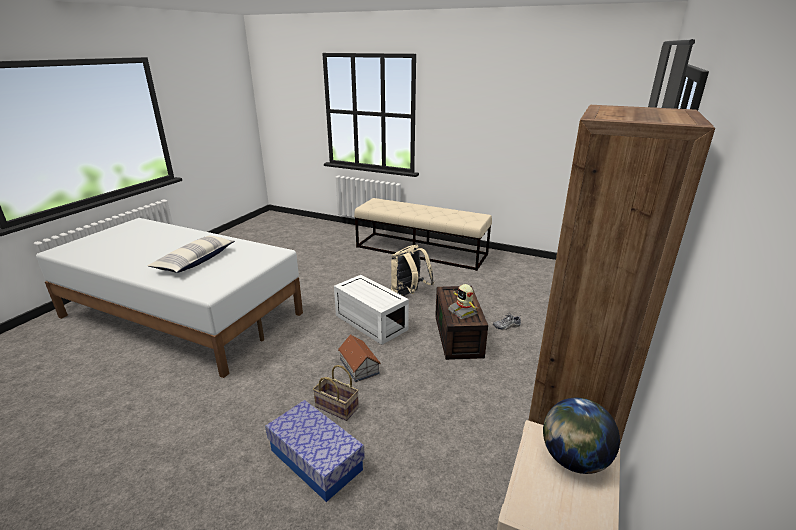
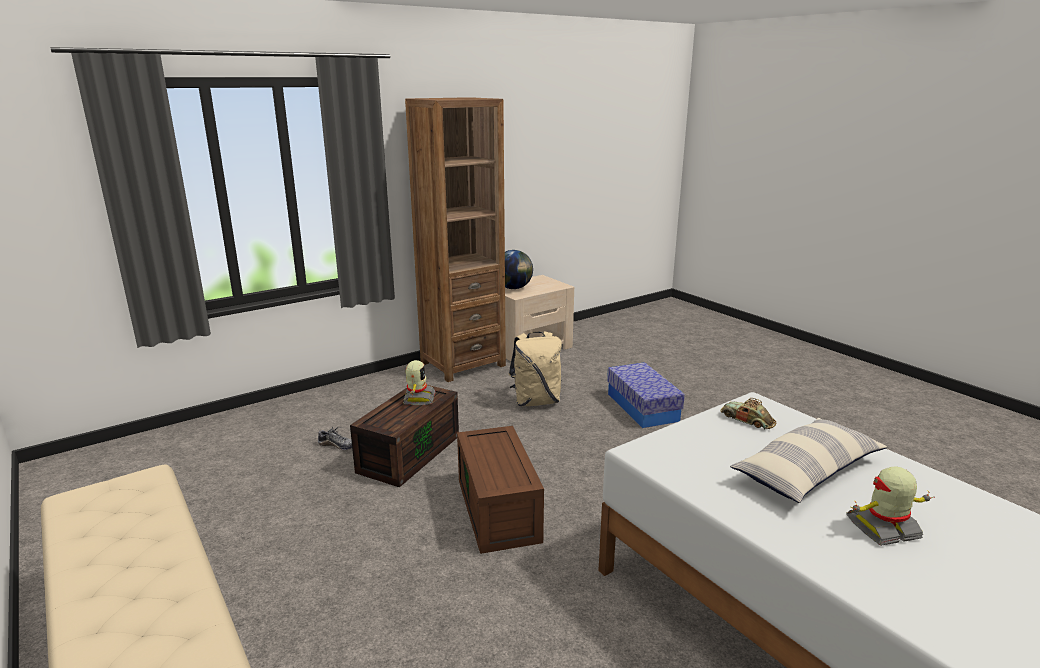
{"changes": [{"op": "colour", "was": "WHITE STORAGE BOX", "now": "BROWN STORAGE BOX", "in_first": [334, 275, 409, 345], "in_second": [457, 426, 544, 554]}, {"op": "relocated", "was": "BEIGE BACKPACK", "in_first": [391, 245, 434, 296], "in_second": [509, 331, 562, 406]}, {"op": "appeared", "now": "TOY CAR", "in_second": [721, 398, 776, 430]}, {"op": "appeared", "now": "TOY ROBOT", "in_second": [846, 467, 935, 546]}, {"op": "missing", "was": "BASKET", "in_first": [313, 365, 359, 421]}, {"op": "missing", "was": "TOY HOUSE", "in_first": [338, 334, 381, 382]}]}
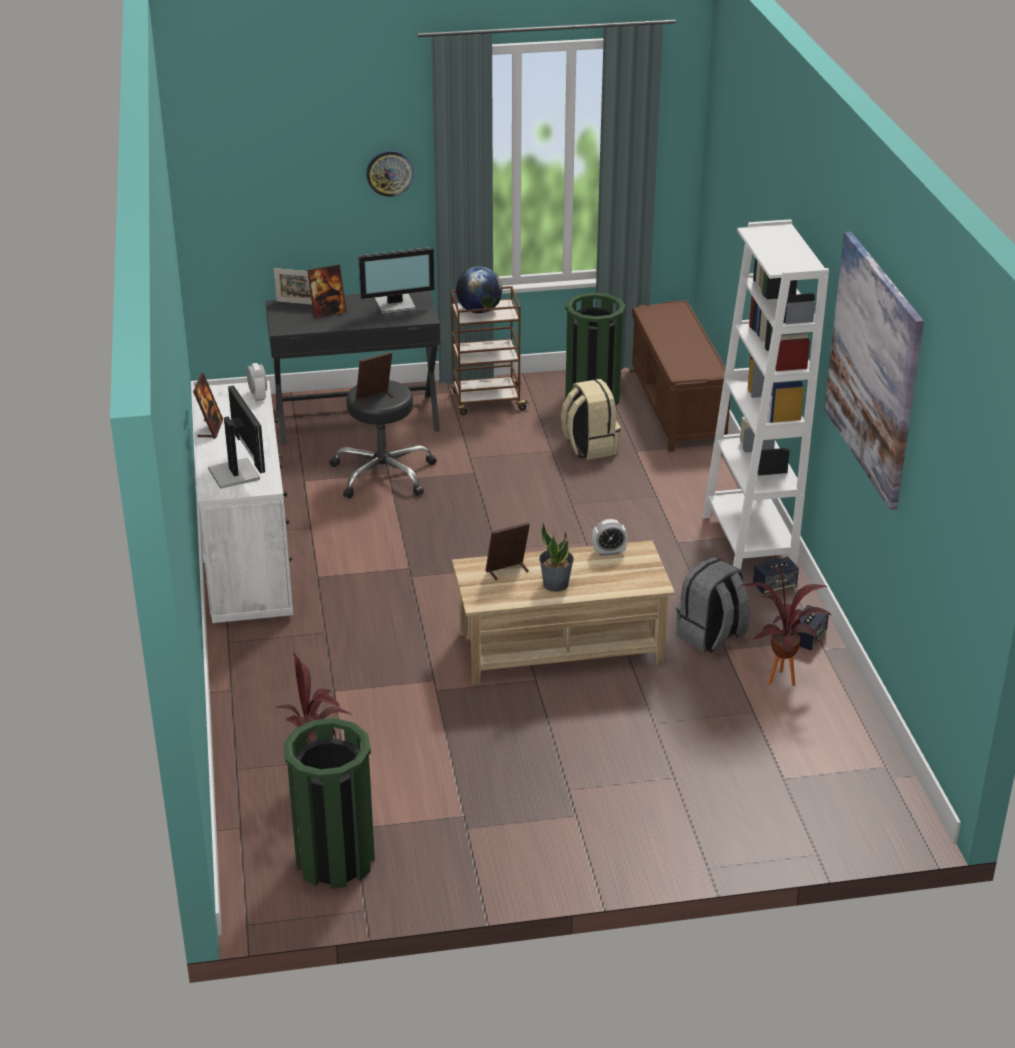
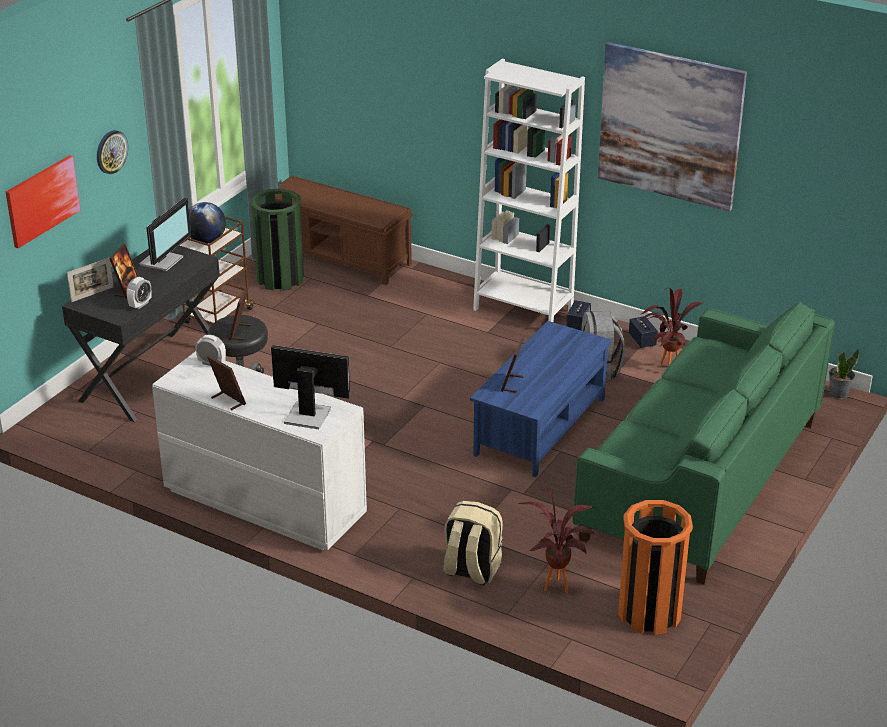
{"changes": [{"op": "appeared", "now": "PICTURE", "in_second": [6, 155, 81, 248]}, {"op": "relocated", "was": "ALARM CLOCK", "in_first": [592, 519, 627, 556], "in_second": [127, 277, 152, 309]}, {"op": "relocated", "was": "BEIGE BACKPACK", "in_first": [561, 379, 620, 460], "in_second": [443, 501, 503, 586]}, {"op": "colour", "was": "BEIGE COFFEE TABLE", "now": "BLUE COFFEE TABLE", "in_first": [452, 540, 675, 685], "in_second": [470, 321, 612, 477]}, {"op": "appeared", "now": "GREEN SOFA", "in_second": [572, 302, 835, 585]}, {"op": "colour", "was": "GREEN TRASH CAN", "now": "ORANGE TRASH CAN", "in_first": [284, 718, 375, 888], "in_second": [618, 500, 693, 635]}, {"op": "relocated", "was": "POTTED PLANT", "in_first": [539, 523, 574, 592], "in_second": [829, 348, 859, 399]}]}
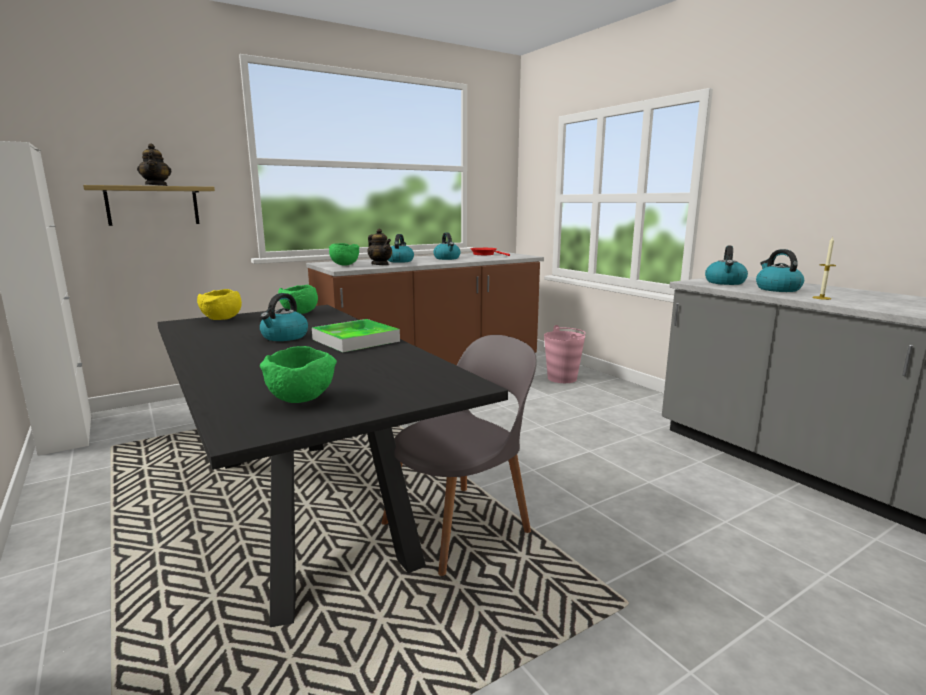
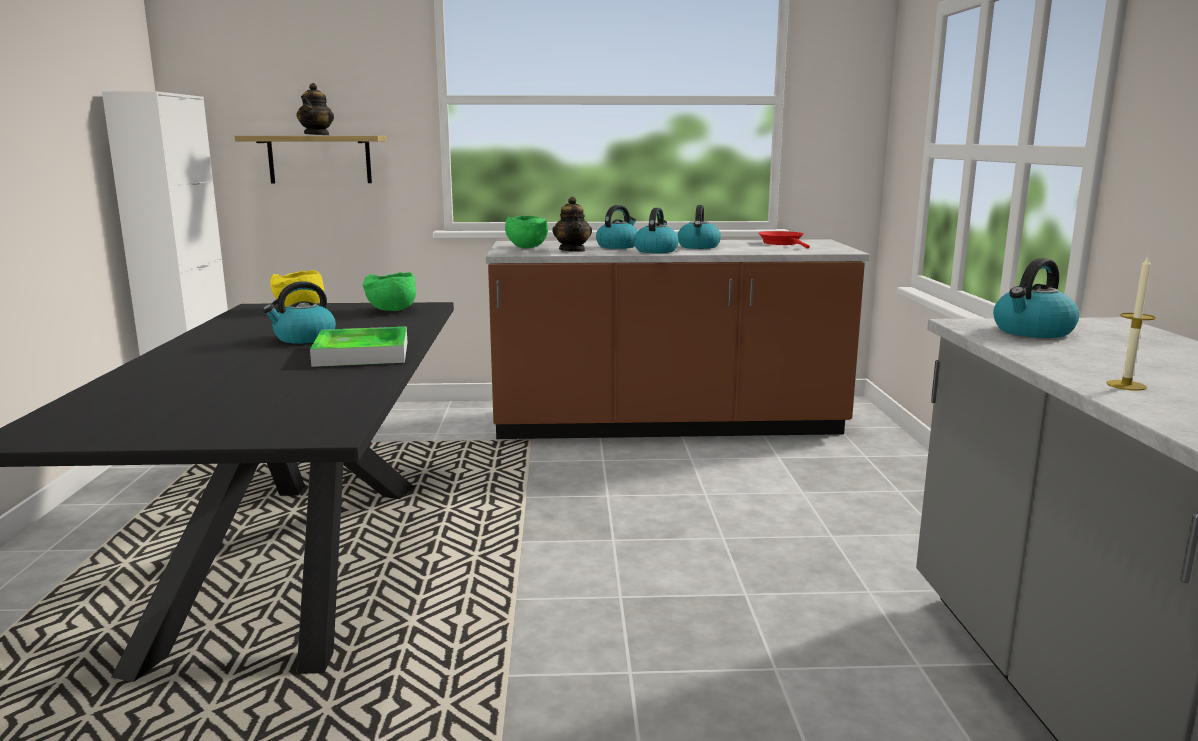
{"changes": [{"op": "relocated", "was": "KETTLE", "in_first": [756, 249, 804, 292], "in_second": [634, 208, 679, 253]}, {"op": "missing", "was": "GREEN BOWL", "in_first": [260, 346, 337, 403]}, {"op": "missing", "was": "GREY CHAIR", "in_first": [382, 335, 537, 576]}, {"op": "missing", "was": "PINK BUCKET", "in_first": [544, 325, 586, 383]}]}
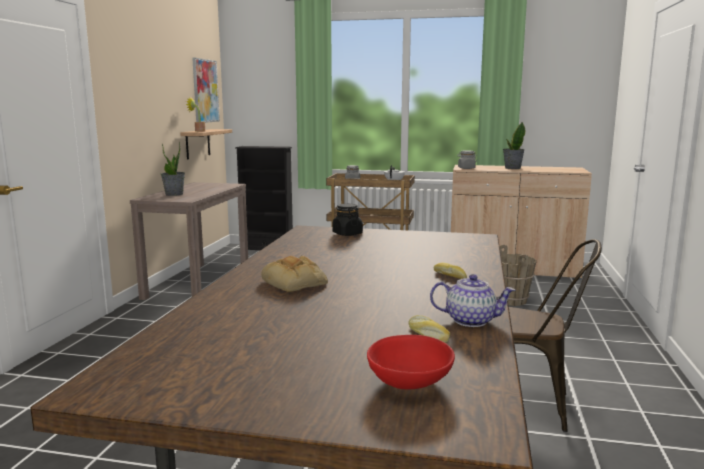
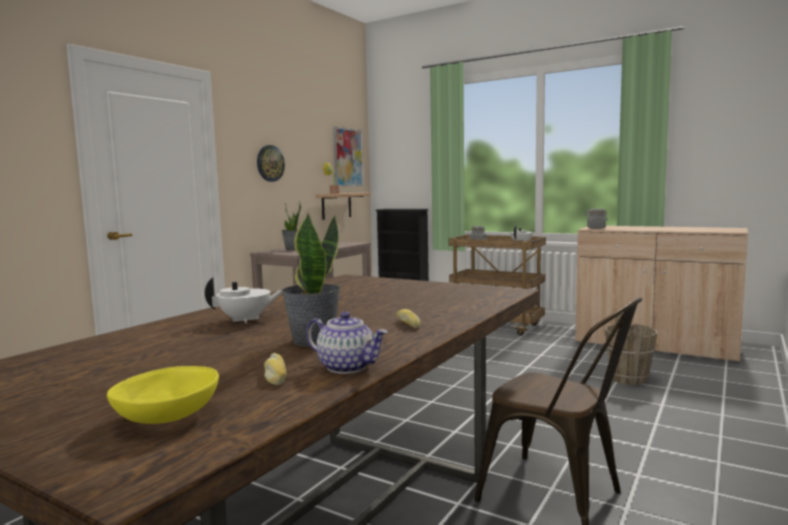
{"changes": [{"op": "colour", "was": "RED BOWL", "now": "YELLOW BOWL", "in_first": [367, 335, 455, 389], "in_second": [107, 366, 219, 424]}, {"op": "exchanged", "was": "BREAD", "now": "WHITE TEAPOT", "in_first": [261, 256, 328, 292], "in_second": [205, 277, 282, 323]}, {"op": "appeared", "now": "WALL CLOCK", "in_second": [257, 145, 285, 182]}, {"op": "relocated", "was": "POTTED PLANT", "in_first": [503, 122, 525, 169], "in_second": [281, 213, 341, 347]}, {"op": "missing", "was": "BLACK JAR", "in_first": [332, 204, 363, 236]}]}
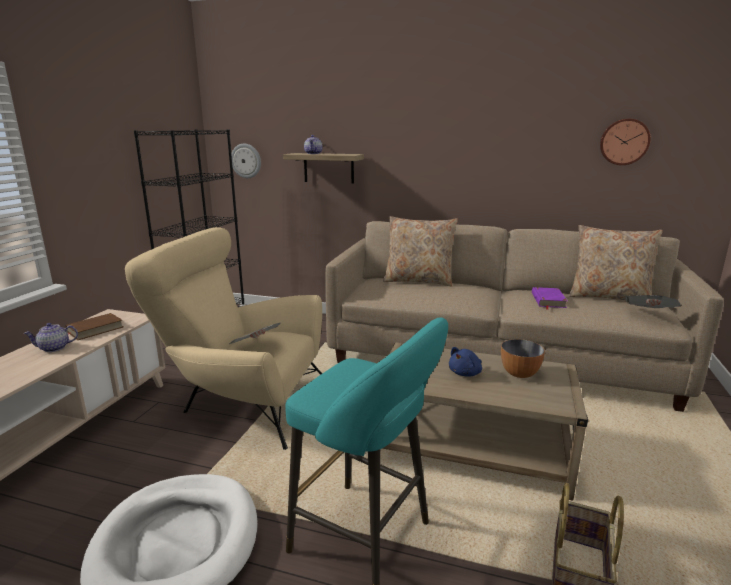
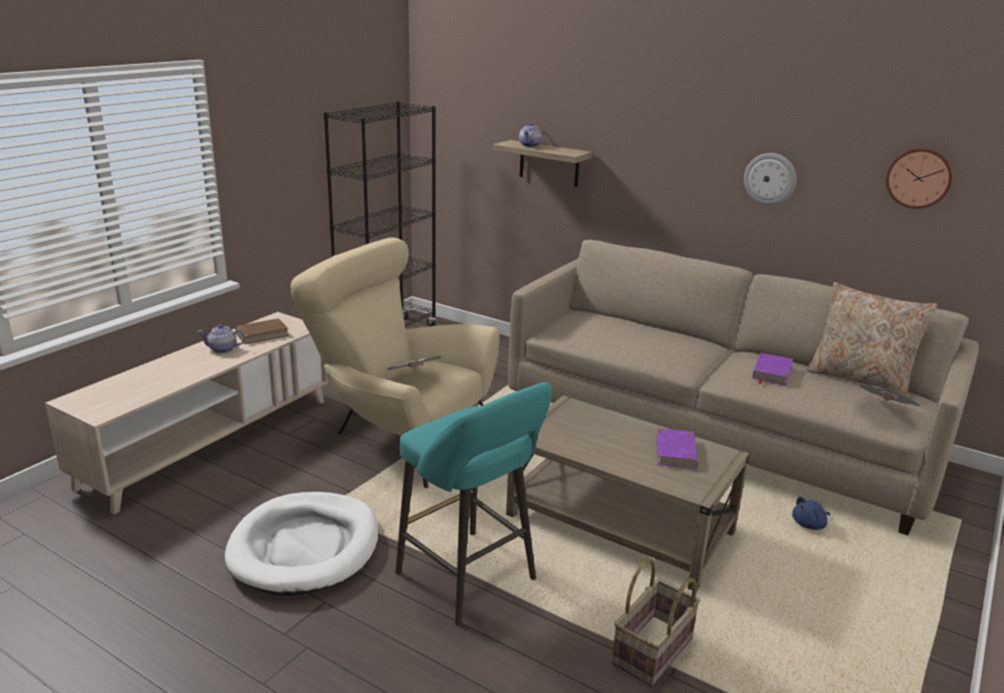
{"changes": [{"op": "exchanged", "was": "BOWL", "now": "PURPLE BOOK", "in_first": [501, 339, 545, 378], "in_second": [656, 428, 697, 469]}, {"op": "relocated", "was": "WALL CLOCK", "in_first": [231, 144, 261, 178], "in_second": [744, 153, 796, 205]}, {"op": "relocated", "was": "BLUE PLUSH TOY", "in_first": [449, 347, 482, 377], "in_second": [792, 496, 830, 530]}, {"op": "missing", "was": "BEIGE PILLOW", "in_first": [383, 216, 458, 287]}]}
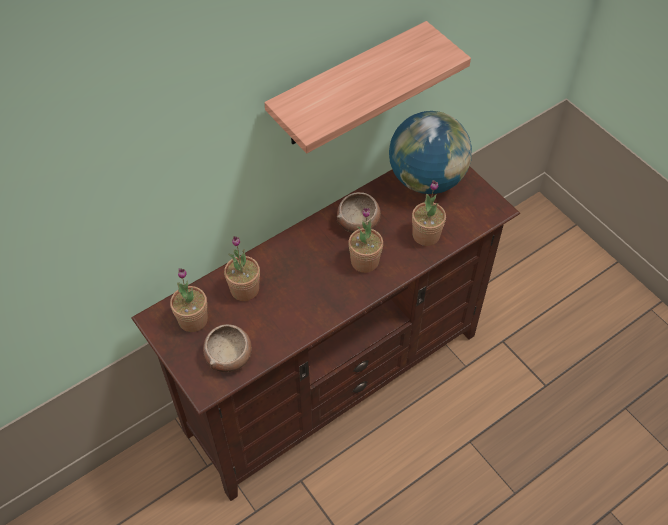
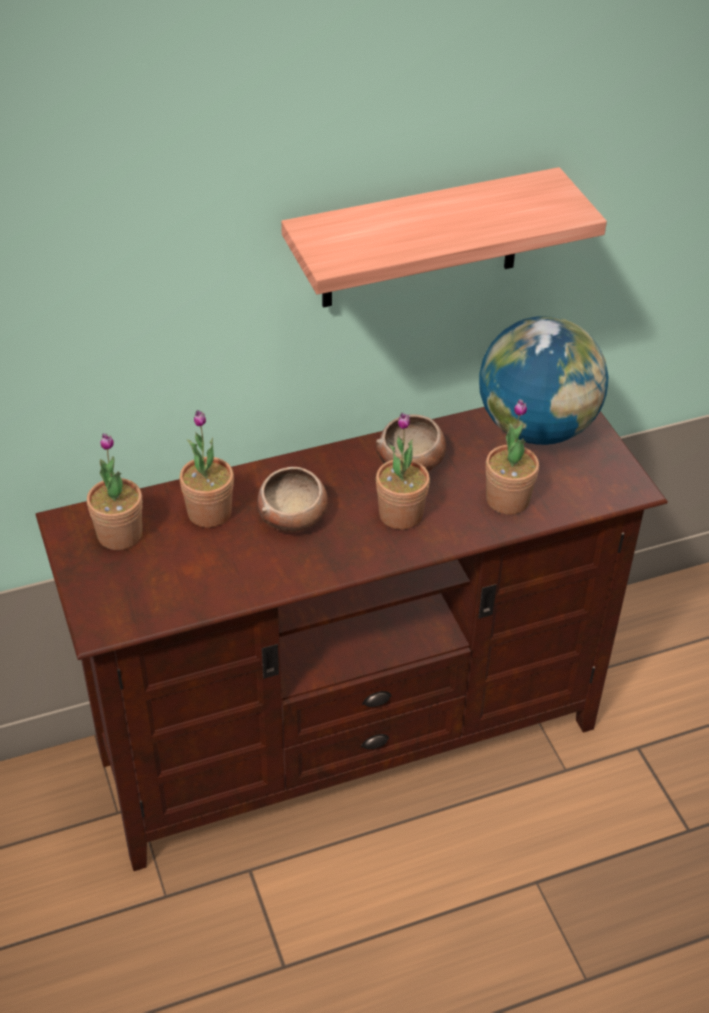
{"changes": [{"op": "relocated", "was": "BOWL", "in_first": [203, 324, 252, 372], "in_second": [257, 467, 328, 532]}]}
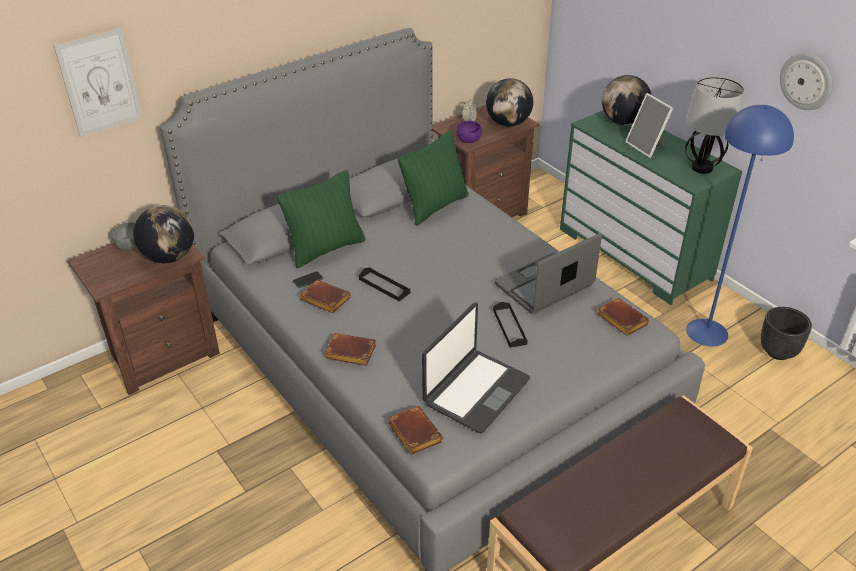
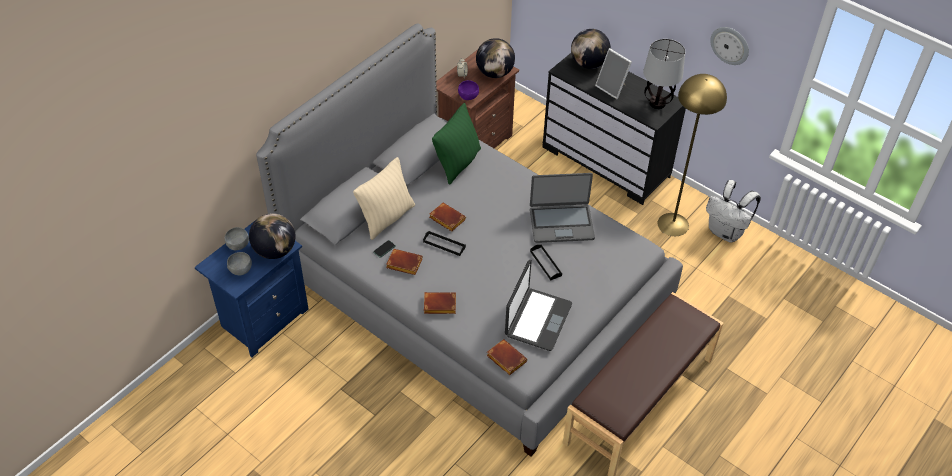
{"changes": [{"op": "colour", "was": "BROWN NIGHTSTAND", "now": "BLUE NIGHTSTAND", "in_first": [68, 243, 220, 395], "in_second": [195, 216, 309, 357]}, {"op": "appeared", "now": "GREY BOWL", "in_second": [227, 252, 252, 275]}, {"op": "colour", "was": "GREEN PILLOW", "now": "BEIGE PILLOW", "in_first": [277, 170, 366, 268], "in_second": [353, 157, 415, 240]}, {"op": "relocated", "was": "BROWN BOOK", "in_first": [597, 298, 650, 336], "in_second": [429, 203, 466, 232]}, {"op": "spun", "was": "LAPTOP", "in_first": [495, 233, 602, 314], "in_second": [530, 173, 595, 243], "clockwise": -135}, {"op": "colour", "was": "GREEN DRESSER", "now": "BLACK DRESSER", "in_first": [560, 110, 742, 305], "in_second": [542, 53, 686, 205]}, {"op": "colour", "was": "BLUE FLOOR LAMP", "now": "YELLOW FLOOR LAMP", "in_first": [686, 105, 794, 346], "in_second": [657, 74, 727, 236]}, {"op": "exchanged", "was": "BLACK PLANTER", "now": "WHITE BACKPACK", "in_first": [760, 307, 812, 360], "in_second": [706, 180, 761, 243]}, {"op": "missing", "was": "PICTURE", "in_first": [53, 28, 143, 137]}]}
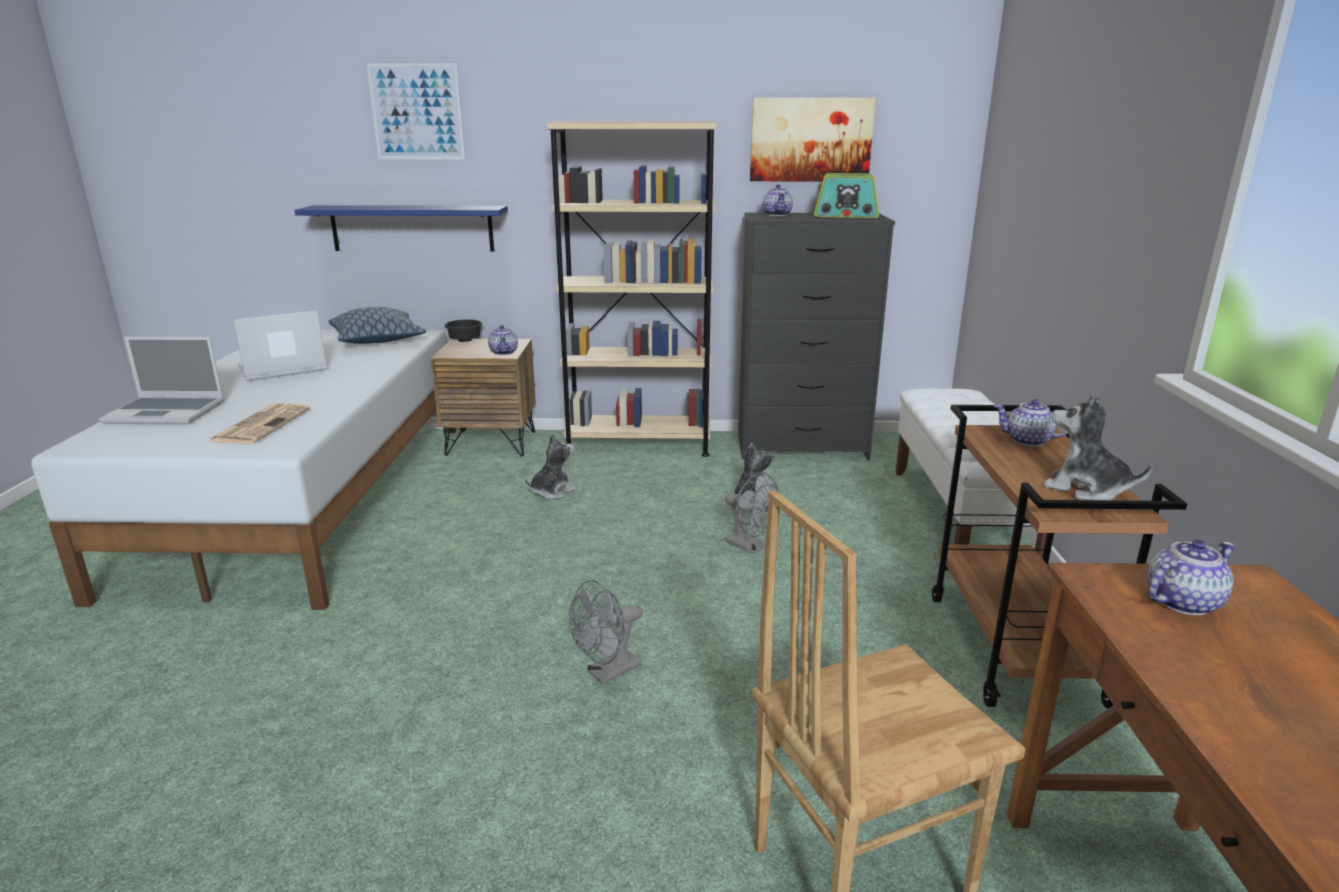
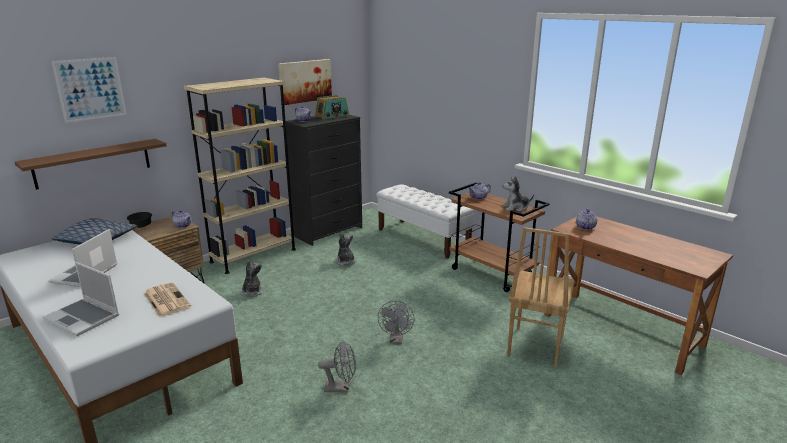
{"changes": [{"op": "colour", "was": "BLUE SHELF", "now": "BROWN SHELF", "in_first": [294, 205, 508, 252], "in_second": [15, 139, 167, 190]}, {"op": "spun", "was": "LAPTOP", "in_first": [99, 337, 224, 425], "in_second": [43, 262, 119, 336], "clockwise": 75}, {"op": "relocated", "was": "GREY FAN", "in_first": [725, 473, 780, 554], "in_second": [318, 340, 356, 393]}]}
